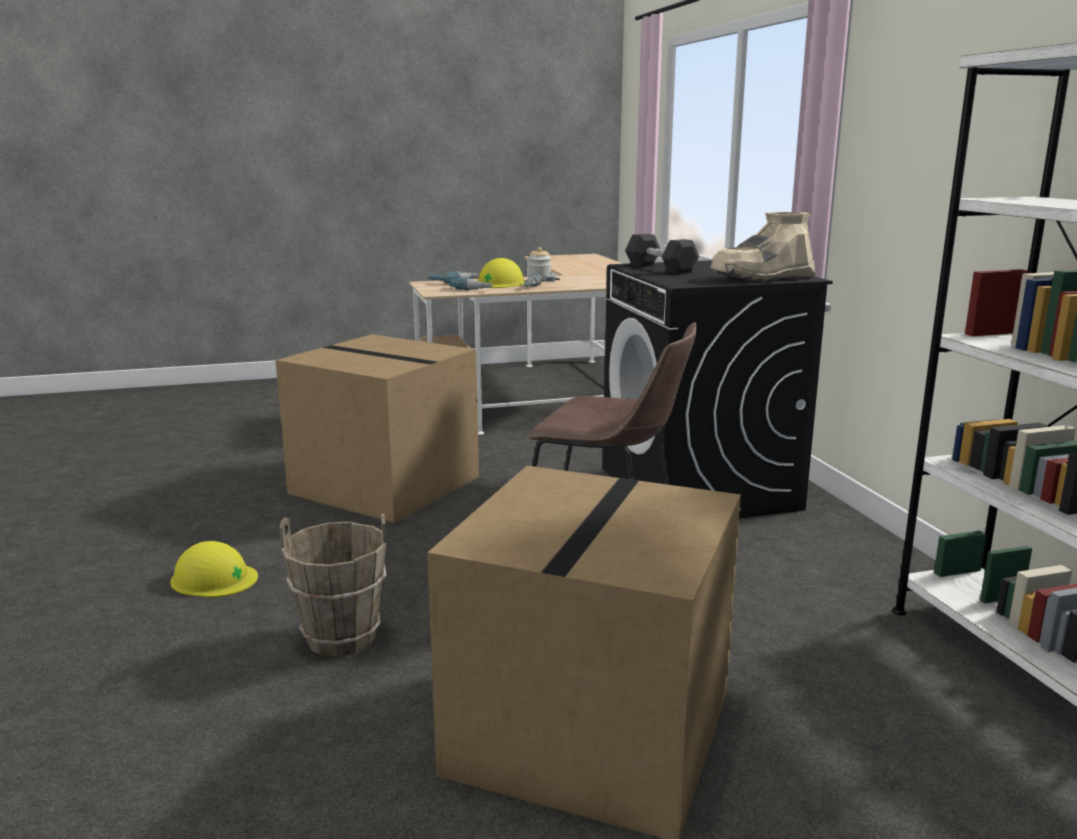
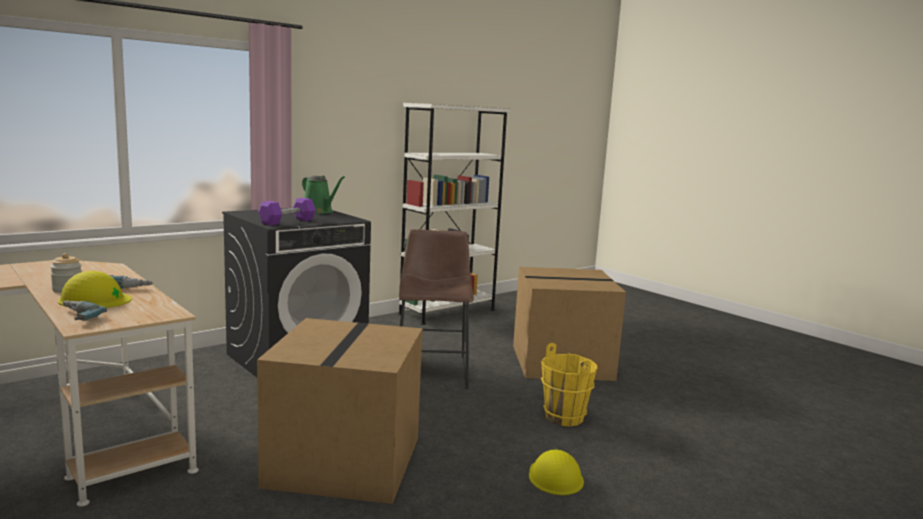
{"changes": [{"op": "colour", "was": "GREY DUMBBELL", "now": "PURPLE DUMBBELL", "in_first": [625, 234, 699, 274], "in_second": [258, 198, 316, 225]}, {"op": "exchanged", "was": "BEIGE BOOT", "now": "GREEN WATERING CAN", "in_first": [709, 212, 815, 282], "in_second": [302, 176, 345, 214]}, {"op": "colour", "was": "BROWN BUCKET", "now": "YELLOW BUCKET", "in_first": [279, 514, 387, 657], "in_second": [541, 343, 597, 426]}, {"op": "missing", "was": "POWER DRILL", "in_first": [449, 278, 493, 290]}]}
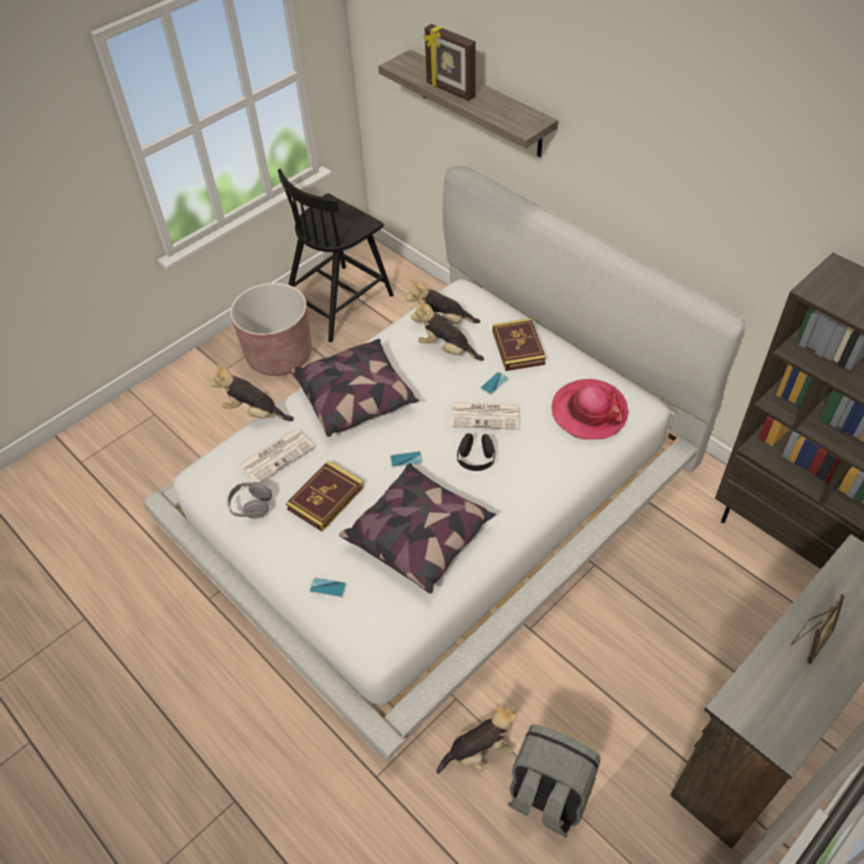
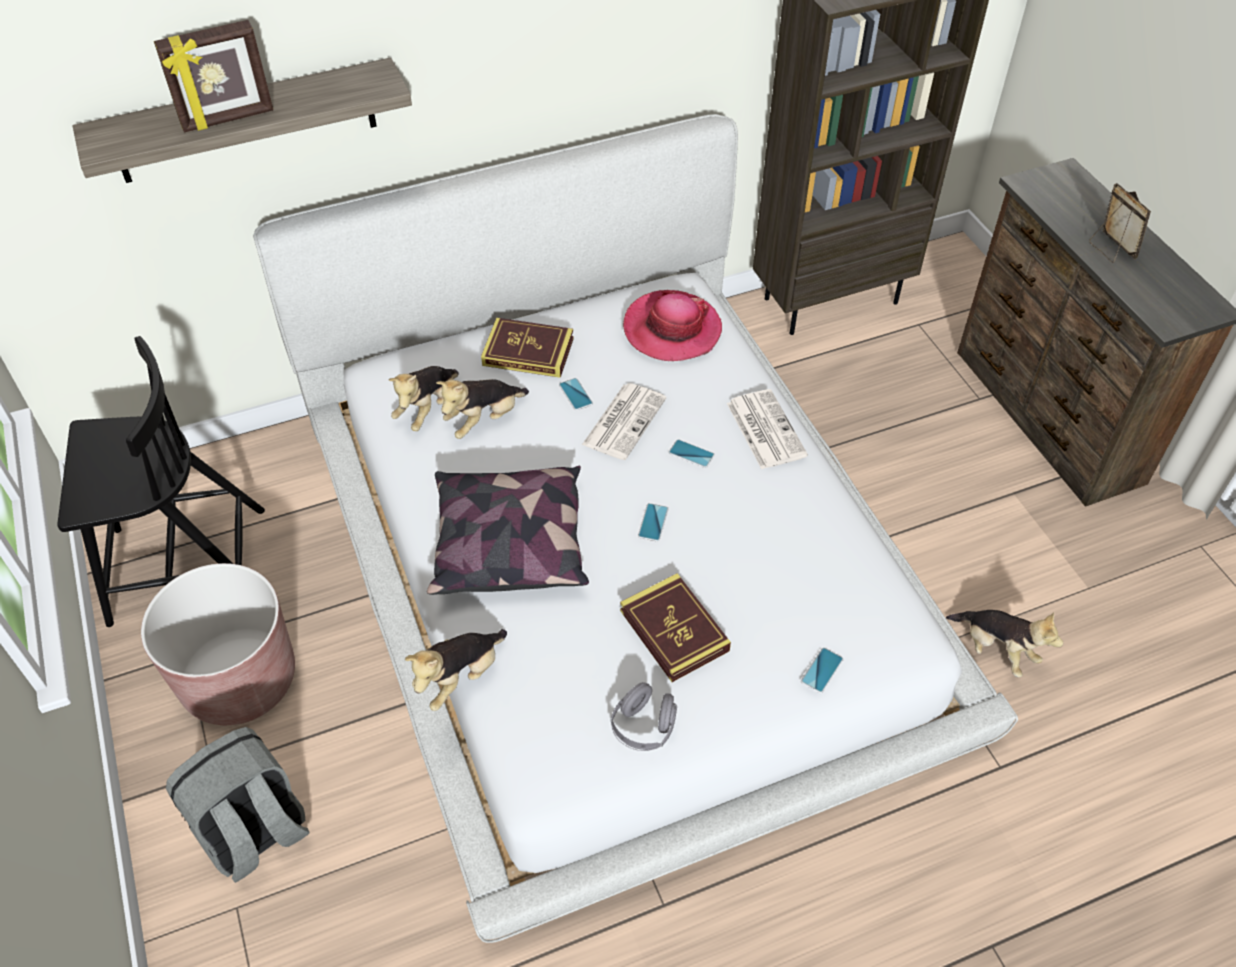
{"changes": [{"op": "spun", "was": "BLACK CHAIR", "in_first": [278, 169, 394, 342], "in_second": [57, 336, 265, 627], "clockwise": -75}, {"op": "relocated", "was": "GREY BACKPACK", "in_first": [508, 724, 600, 838], "in_second": [166, 727, 310, 883]}, {"op": "exchanged", "was": "BLACK HEADPHONES", "now": "PHONE", "in_first": [457, 433, 495, 471], "in_second": [669, 439, 715, 468]}, {"op": "relocated", "was": "NEWSPAPER", "in_first": [238, 429, 315, 483], "in_second": [727, 389, 808, 469]}, {"op": "spun", "was": "PLUSH TOY", "in_first": [436, 703, 517, 774], "in_second": [946, 610, 1063, 677], "clockwise": 135}, {"op": "missing", "was": "PILLOW", "in_first": [339, 463, 496, 593]}]}
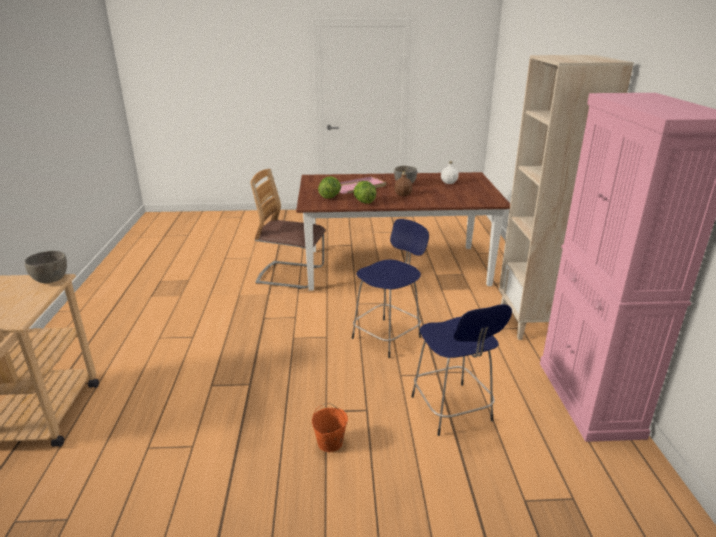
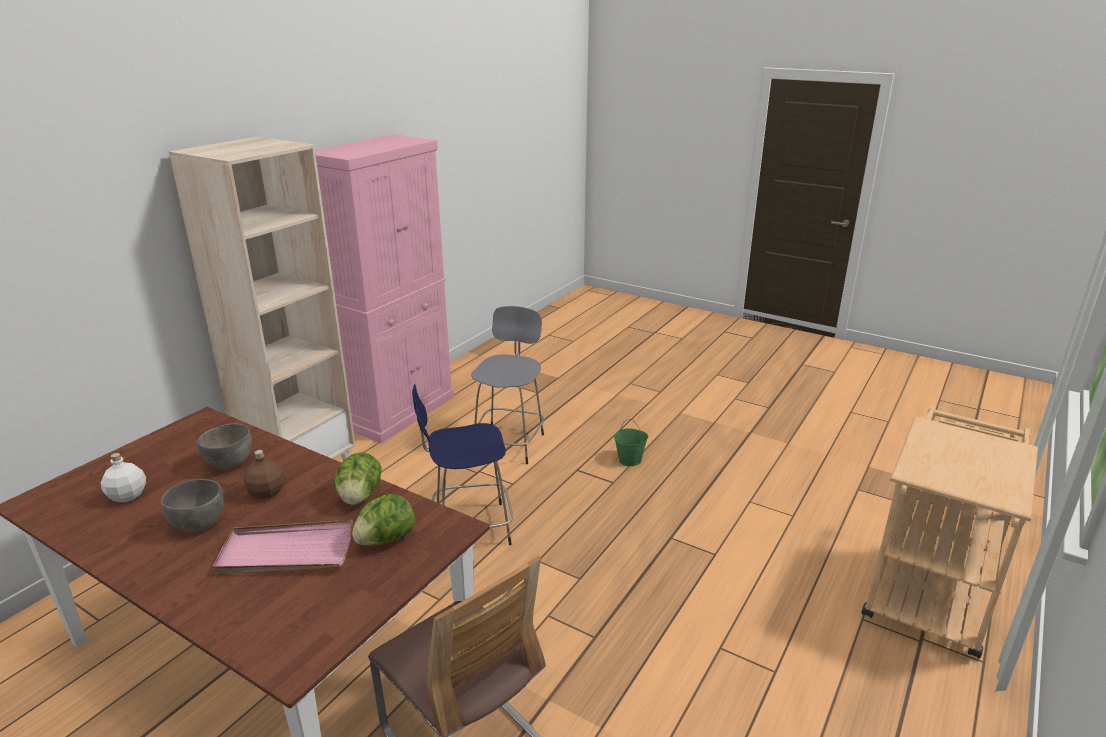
{"changes": [{"op": "relocated", "was": "GREY BOWL", "in_first": [25, 251, 67, 283], "in_second": [198, 424, 252, 469]}, {"op": "colour", "was": "BLUE STOOL", "now": "GREY STOOL", "in_first": [411, 304, 512, 436], "in_second": [471, 306, 544, 464]}, {"op": "colour", "was": "ORANGE BUCKET", "now": "GREEN BUCKET", "in_first": [312, 403, 348, 452], "in_second": [614, 419, 648, 466]}]}
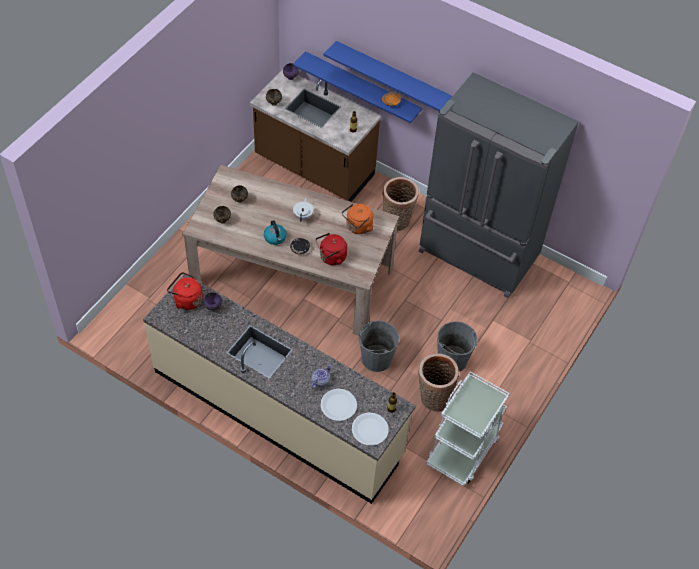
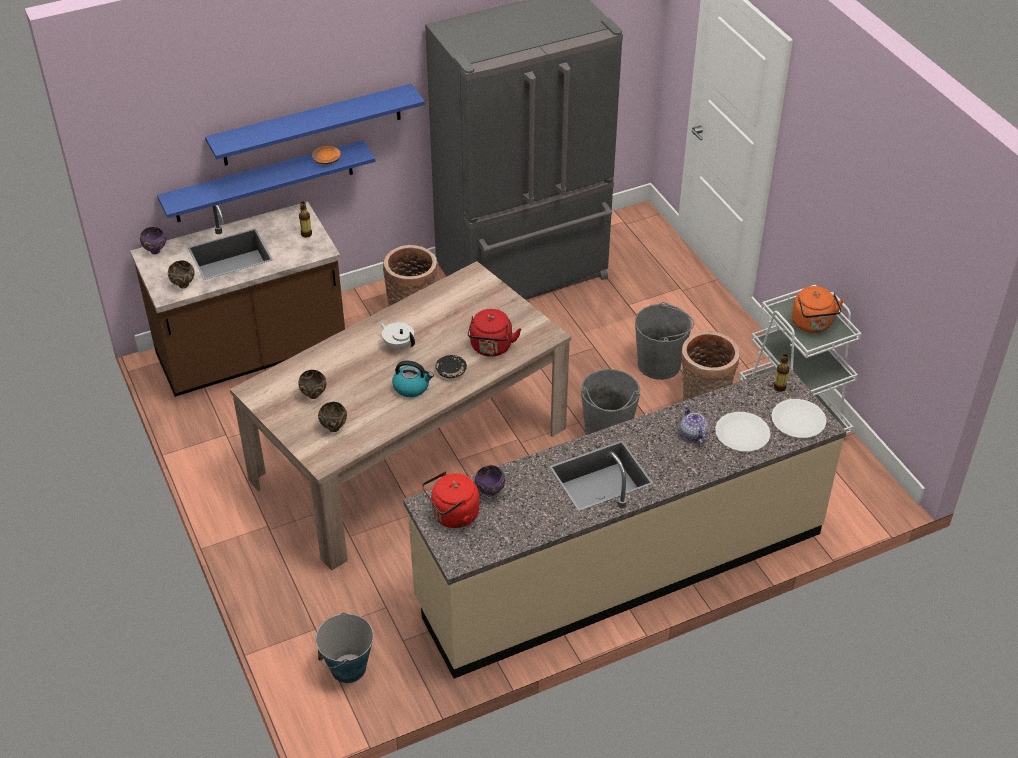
{"changes": [{"op": "appeared", "now": "BUCKET", "in_second": [316, 612, 373, 683]}, {"op": "relocated", "was": "ORANGE KETTLE", "in_first": [342, 204, 374, 234], "in_second": [792, 286, 844, 333]}]}
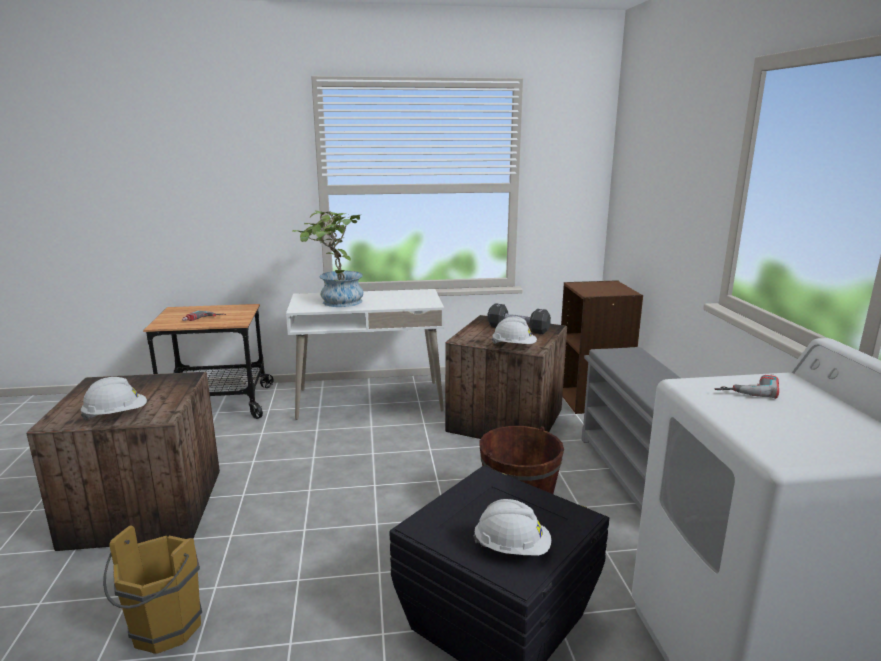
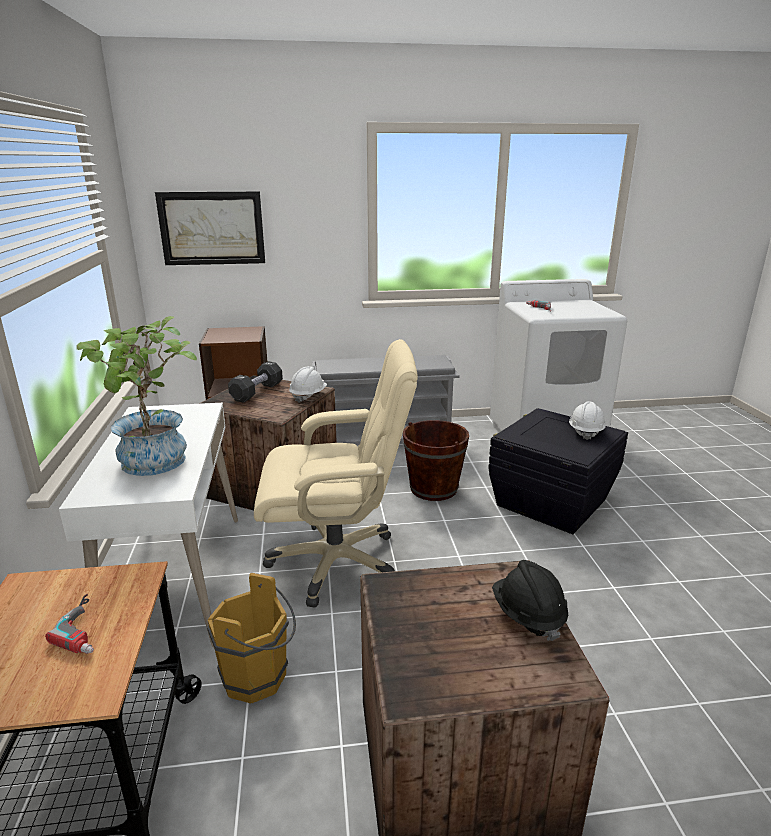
{"changes": [{"op": "appeared", "now": "PICTURE", "in_second": [155, 191, 265, 265]}, {"op": "relocated", "was": "BROWN BUCKET", "in_first": [103, 525, 202, 654], "in_second": [207, 573, 296, 703]}, {"op": "appeared", "now": "BEIGE OFFICE CHAIR", "in_second": [254, 339, 418, 608]}, {"op": "colour", "was": "WHITE HARD HAT", "now": "BLACK HARD HAT", "in_first": [80, 377, 147, 420], "in_second": [492, 560, 568, 641]}]}
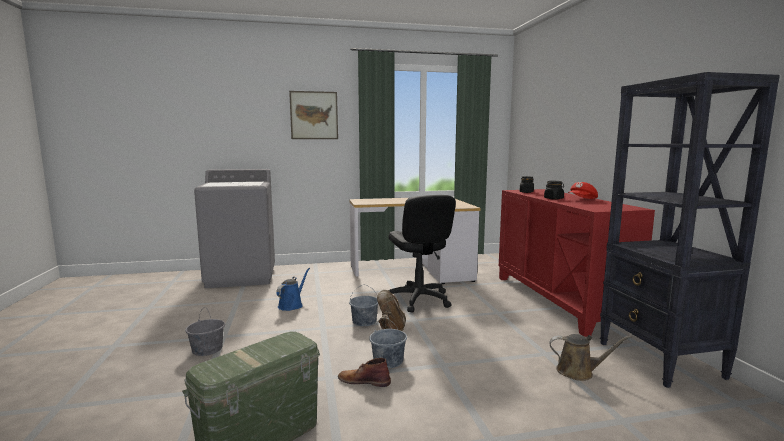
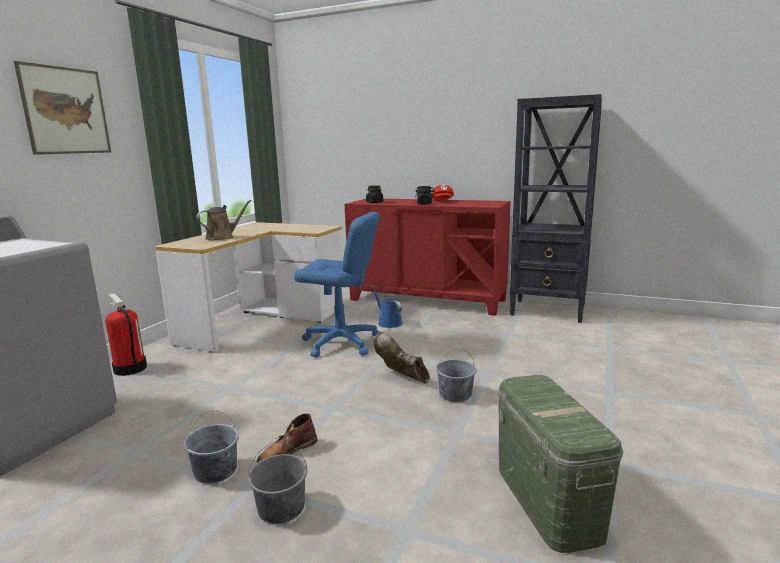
{"changes": [{"op": "appeared", "now": "FIRE EXTINGUISHER", "in_second": [105, 293, 147, 376]}, {"op": "relocated", "was": "GREY BUCKET", "in_first": [349, 285, 378, 326], "in_second": [184, 411, 239, 484]}, {"op": "relocated", "was": "BROWN WATERING CAN", "in_first": [549, 334, 631, 381], "in_second": [196, 200, 252, 240]}, {"op": "relocated", "was": "BROWN BOOT", "in_first": [338, 358, 391, 387], "in_second": [257, 413, 317, 463]}, {"op": "colour", "was": "BLACK OFFICE CHAIR", "now": "BLUE OFFICE CHAIR", "in_first": [388, 195, 456, 313], "in_second": [294, 212, 380, 357]}, {"op": "relocated", "was": "BLUE WATERING CAN", "in_first": [276, 268, 310, 311], "in_second": [371, 285, 403, 328]}]}
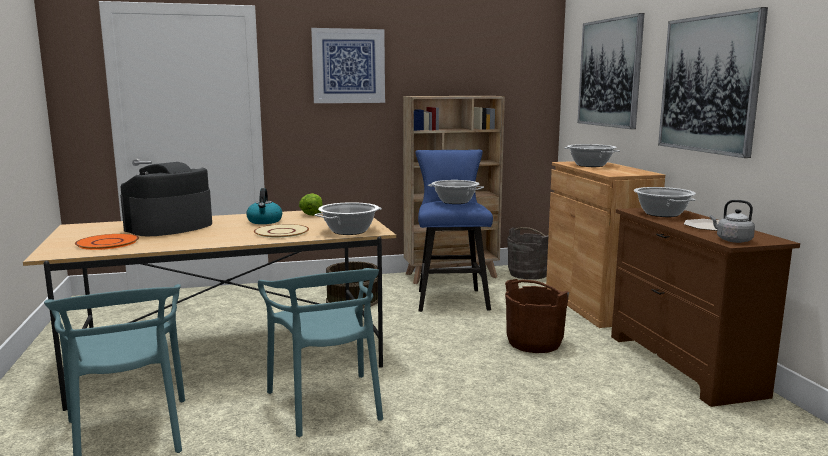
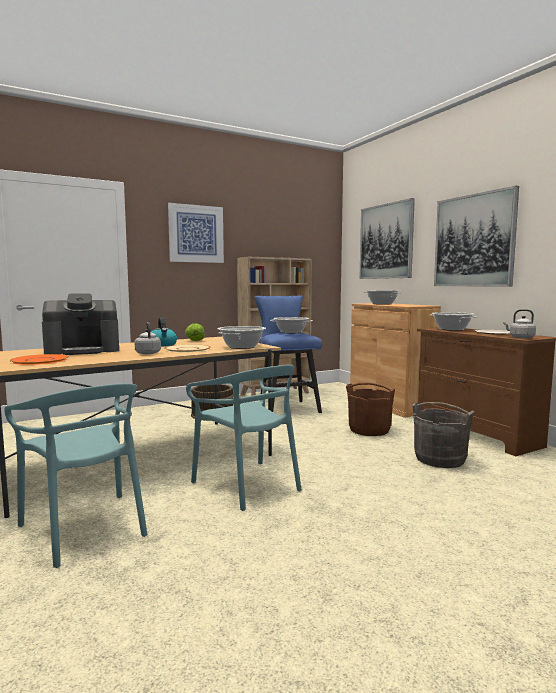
{"changes": [{"op": "spun", "was": "COFFEE MACHINE", "in_first": [120, 162, 212, 236], "in_second": [42, 294, 119, 355], "clockwise": -135}, {"op": "appeared", "now": "GREY KETTLE", "in_second": [134, 322, 161, 354]}, {"op": "relocated", "was": "GREY BUCKET", "in_first": [507, 227, 549, 280], "in_second": [413, 402, 475, 468]}]}
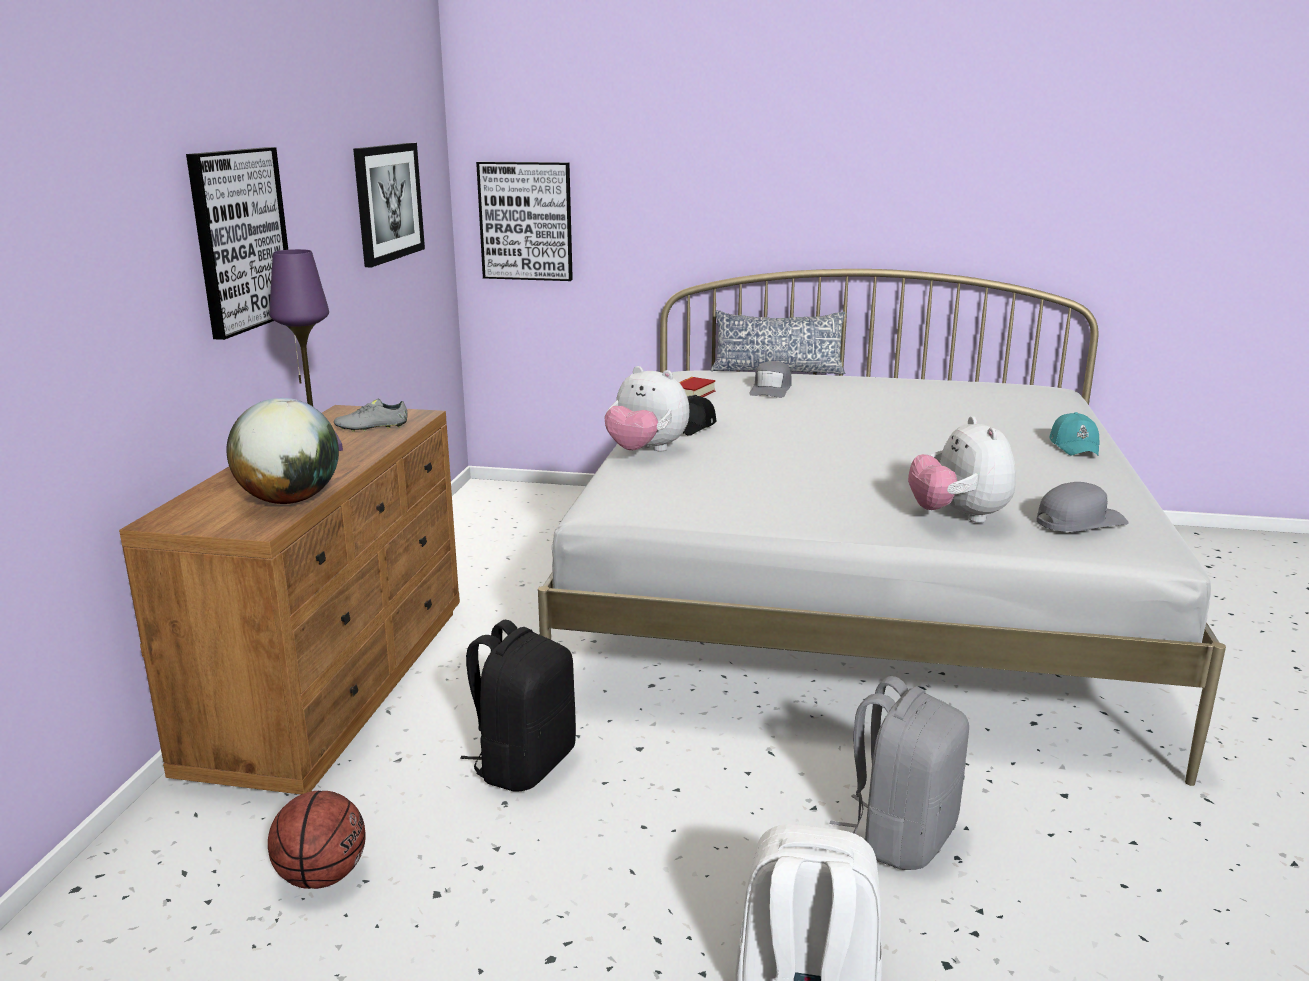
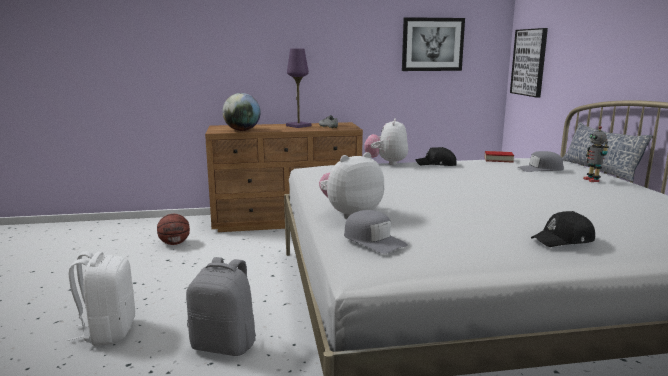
{"changes": [{"op": "colour", "was": "TURQUOISE CAP", "now": "BLACK CAP", "in_first": [1049, 412, 1100, 456], "in_second": [531, 211, 595, 247]}, {"op": "appeared", "now": "TOY ROBOT", "in_second": [583, 126, 609, 182]}, {"op": "missing", "was": "PICTURE", "in_first": [186, 147, 288, 340]}, {"op": "missing", "was": "BLACK BACKPACK", "in_first": [460, 620, 576, 791]}]}
